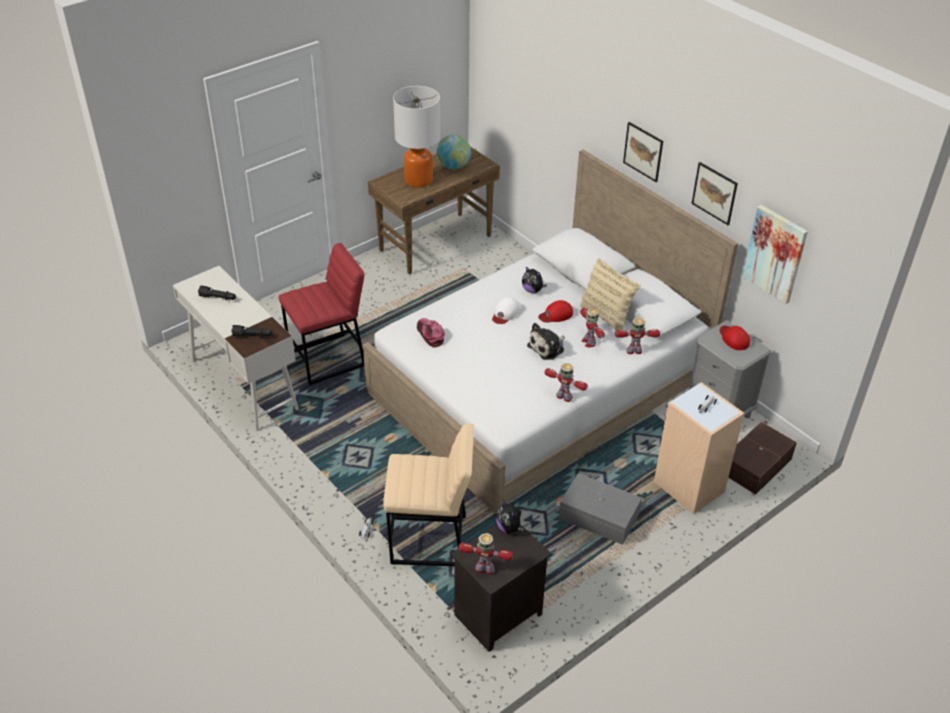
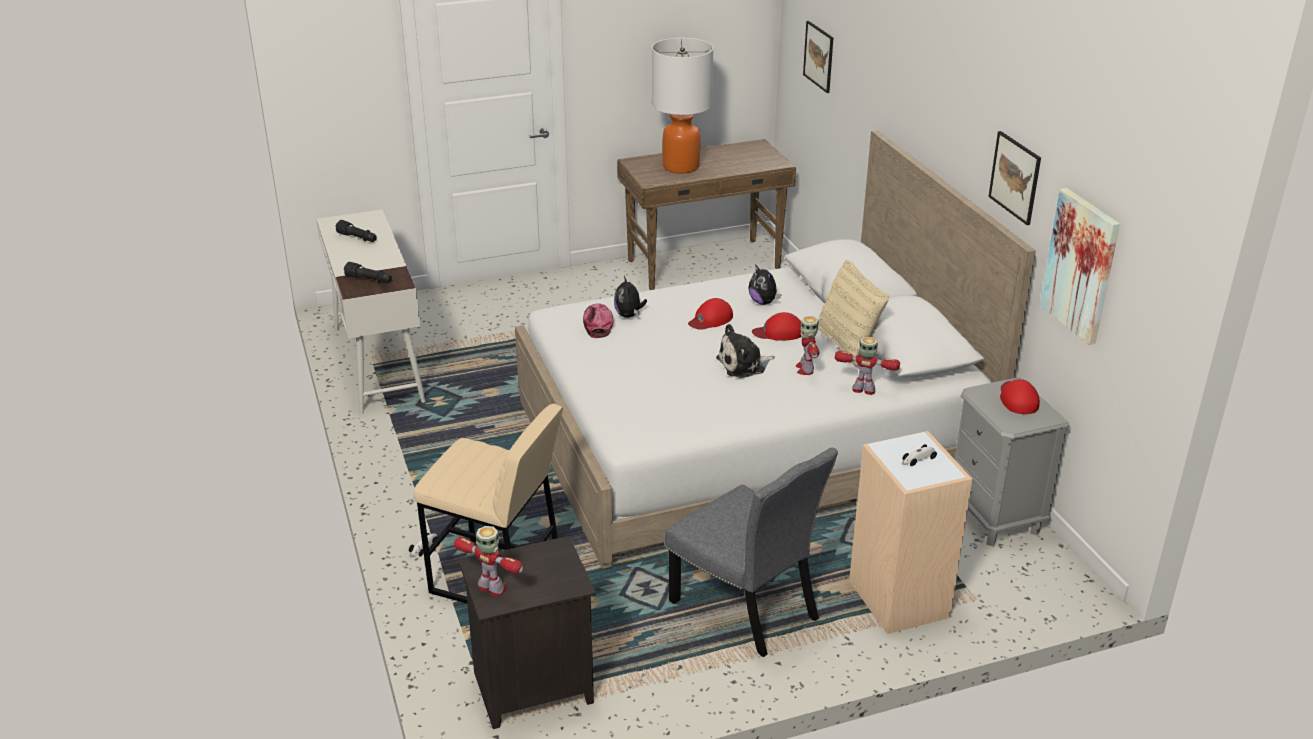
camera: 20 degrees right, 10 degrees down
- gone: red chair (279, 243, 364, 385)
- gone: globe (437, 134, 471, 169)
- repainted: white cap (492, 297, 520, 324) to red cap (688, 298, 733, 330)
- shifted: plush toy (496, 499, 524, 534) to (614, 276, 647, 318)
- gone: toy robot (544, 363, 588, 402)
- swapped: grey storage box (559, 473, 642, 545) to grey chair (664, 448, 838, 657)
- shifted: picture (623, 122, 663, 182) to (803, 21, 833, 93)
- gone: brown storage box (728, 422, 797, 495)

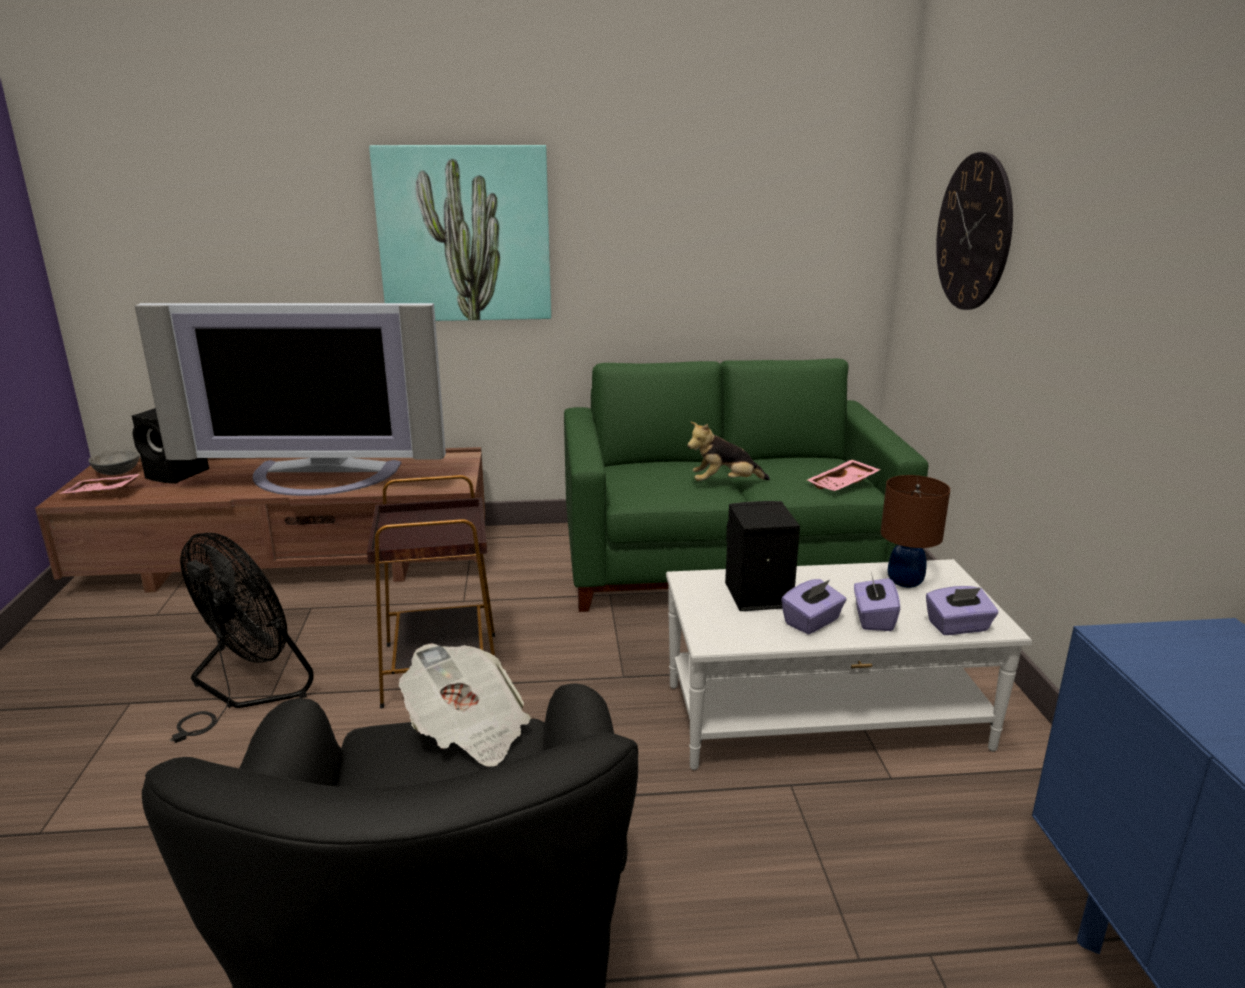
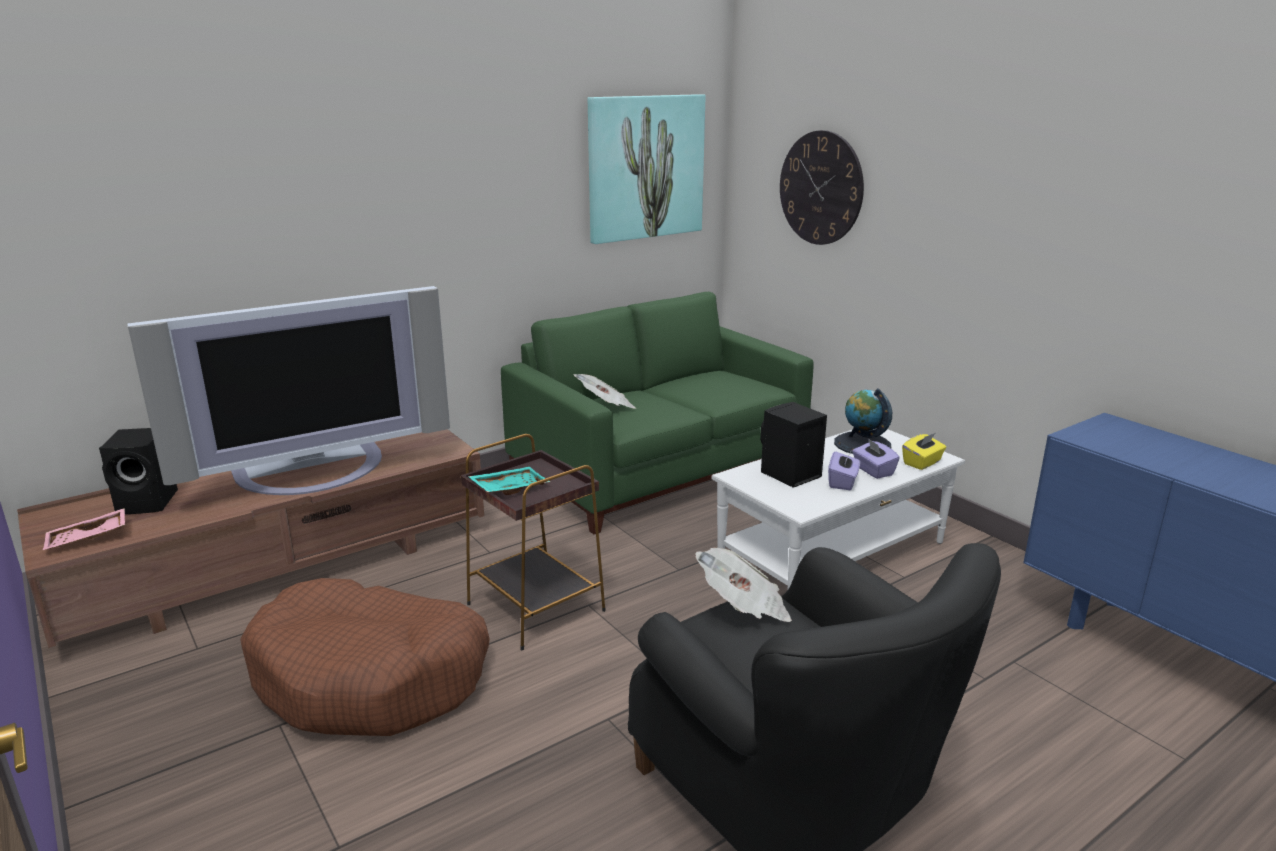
camera: 30 degrees left, 0 degrees up
- gone: grey bowl (89, 449, 140, 475)
- swapped: black fan (169, 533, 314, 743) to brown dog bed (240, 578, 490, 736)
- shifted: picture (369, 145, 551, 321) to (588, 94, 706, 244)
- gone: plush toy (687, 421, 770, 481)
- gone: pink tray (807, 459, 880, 491)
- swapped: brown table lamp (881, 475, 950, 588) to globe (834, 388, 892, 454)
- repainted: purple tissue box (926, 586, 998, 635) to yellow tissue box (902, 433, 946, 470)
- new: turquoise tray (468, 467, 550, 495)
- new: newspaper (573, 374, 636, 409)

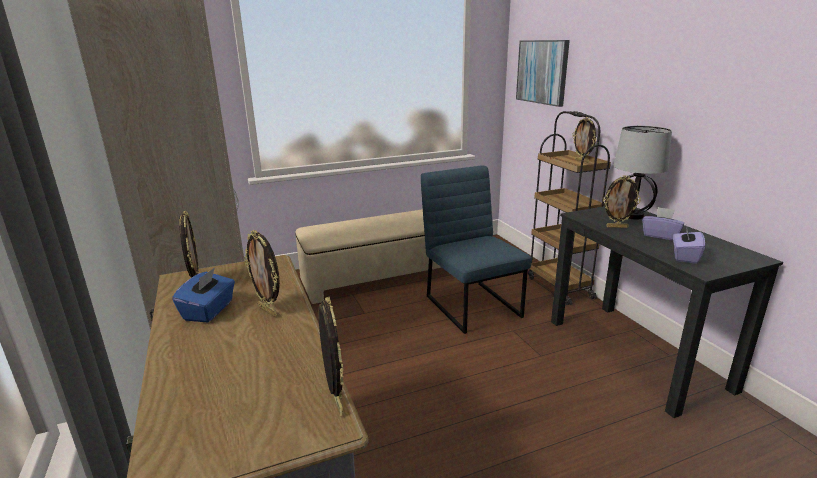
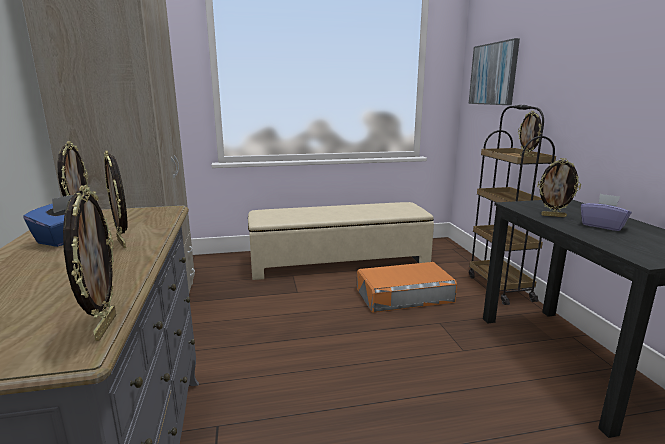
camera: 10 degrees right, 5 degrees down
- swapped: blue chair (421, 165, 532, 334) to orange storage box (357, 262, 457, 313)
- gone: table lamp (613, 126, 672, 220)
- gone: purple tissue box (673, 224, 705, 264)

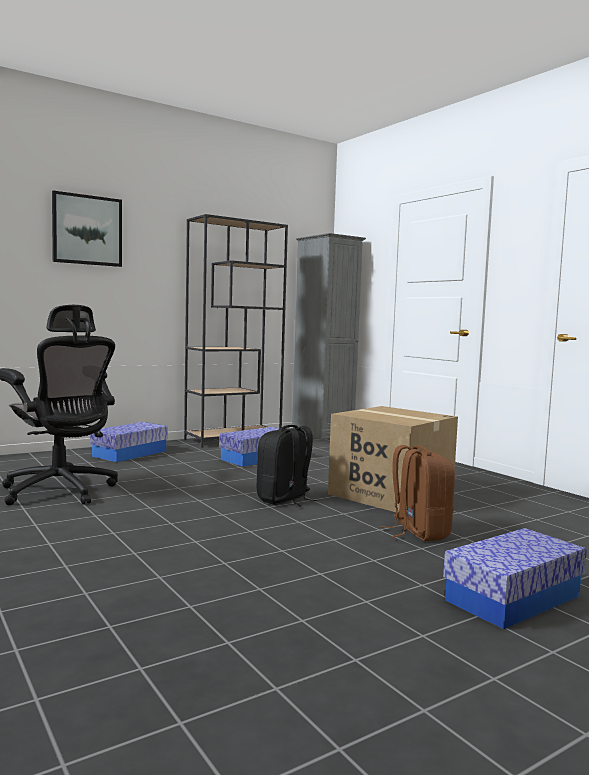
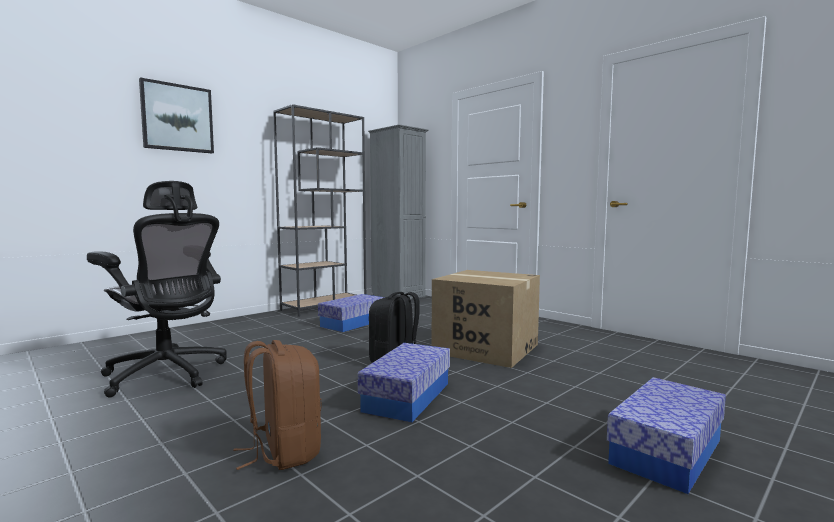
camera: 10 degrees left, 0 degrees up
- shifted: storage box (90, 422, 168, 462) to (358, 343, 450, 422)
- shifted: brown backpack (380, 445, 455, 541) to (233, 340, 322, 470)

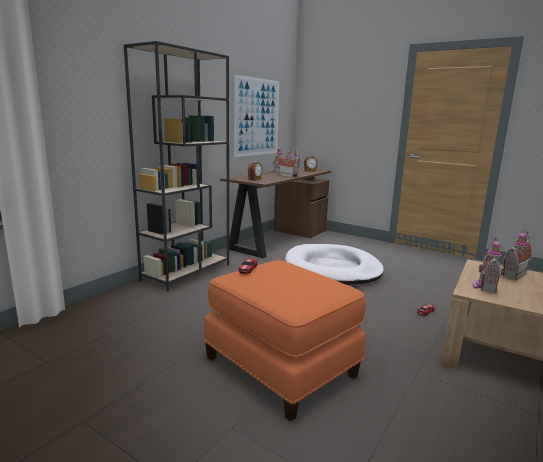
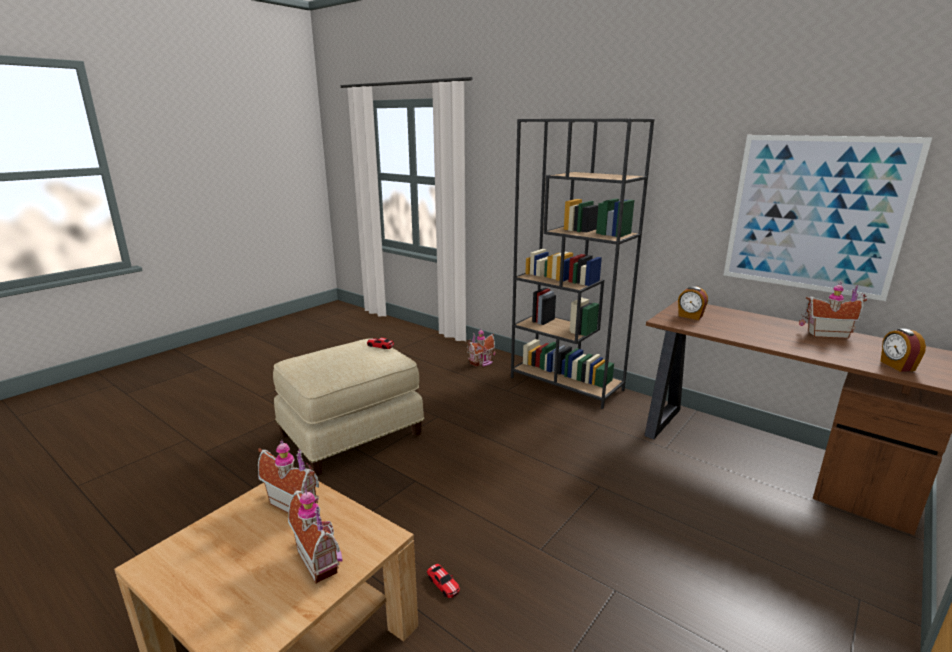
camera: 95 degrees right, 5 degrees up
- repainted: orange ottoman (204, 260, 366, 422) to beige ottoman (273, 338, 424, 476)
- shifted: toy house (278, 149, 300, 178) to (467, 329, 496, 367)
- gone: white dog bed (285, 244, 384, 285)

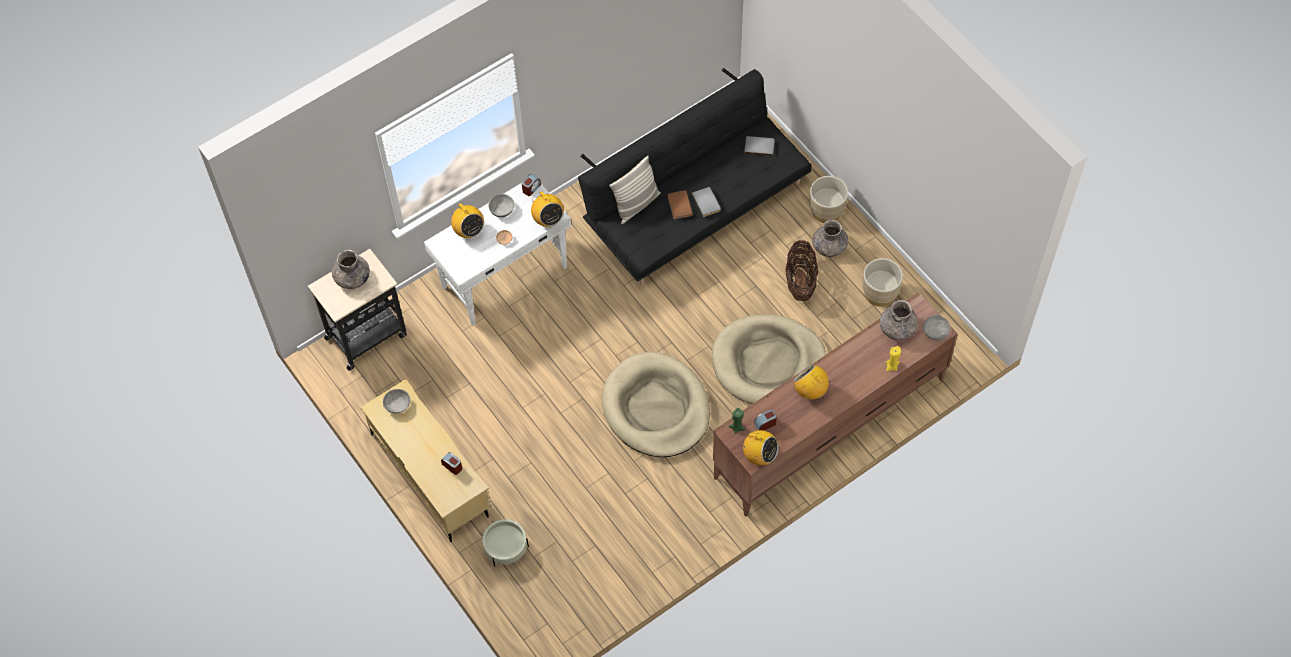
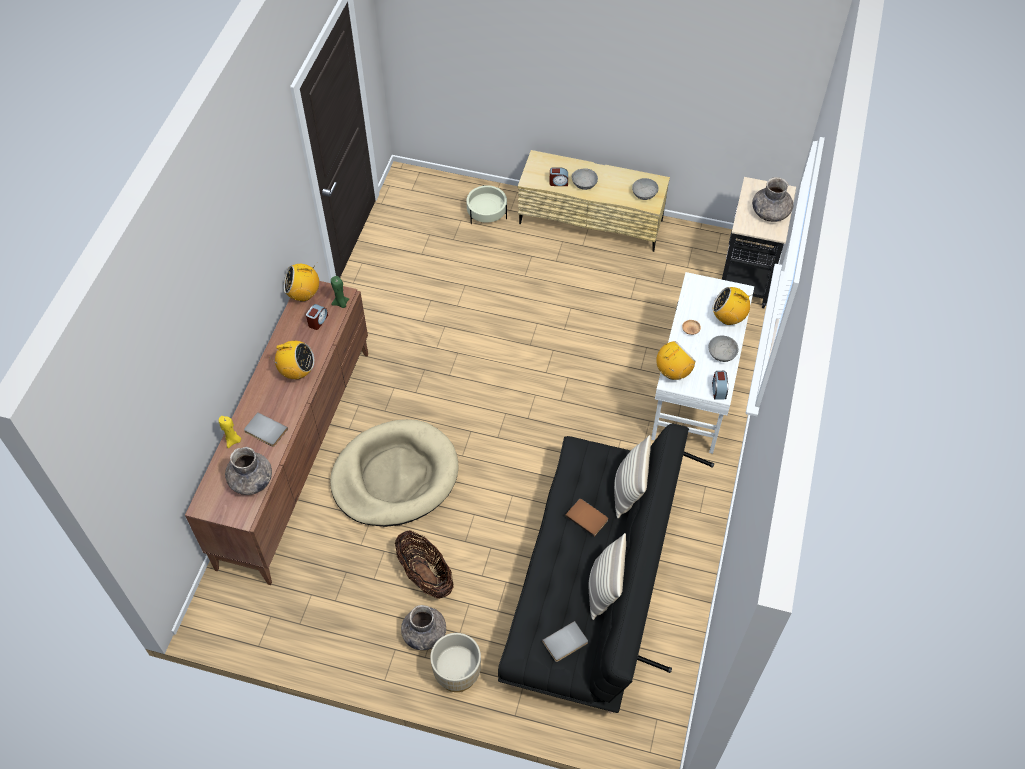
camera: 140 degrees right, 5 degrees down
- rotated: radio (530, 192, 564, 227) = (656, 341, 695, 380) 120 degrees clockwise
- gone: beige dog bed (602, 352, 710, 457)
- shifted: grey book (692, 187, 721, 217) to (244, 412, 288, 447)
- gone: beige planter (863, 258, 903, 307)
- shifted: grey bowl (923, 315, 950, 340) to (572, 168, 598, 190)
- new: pillow (589, 533, 626, 620)

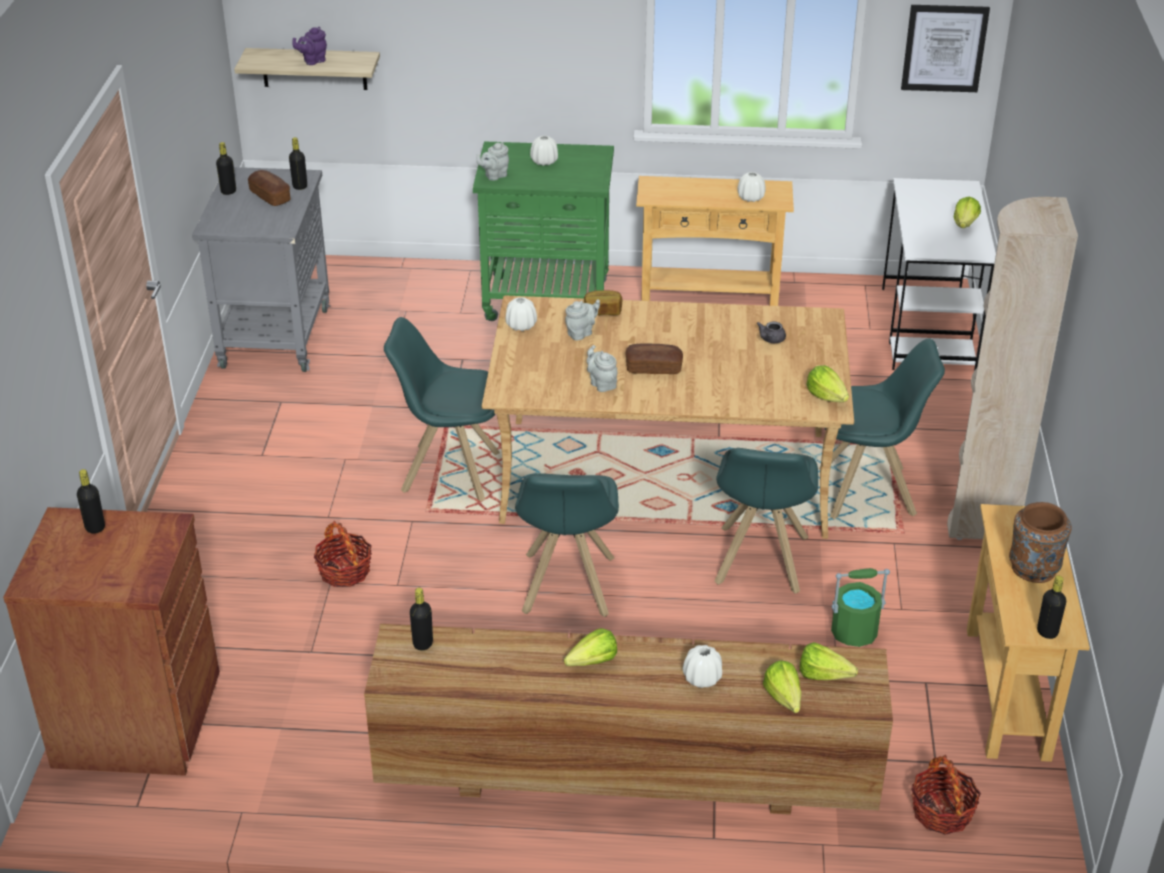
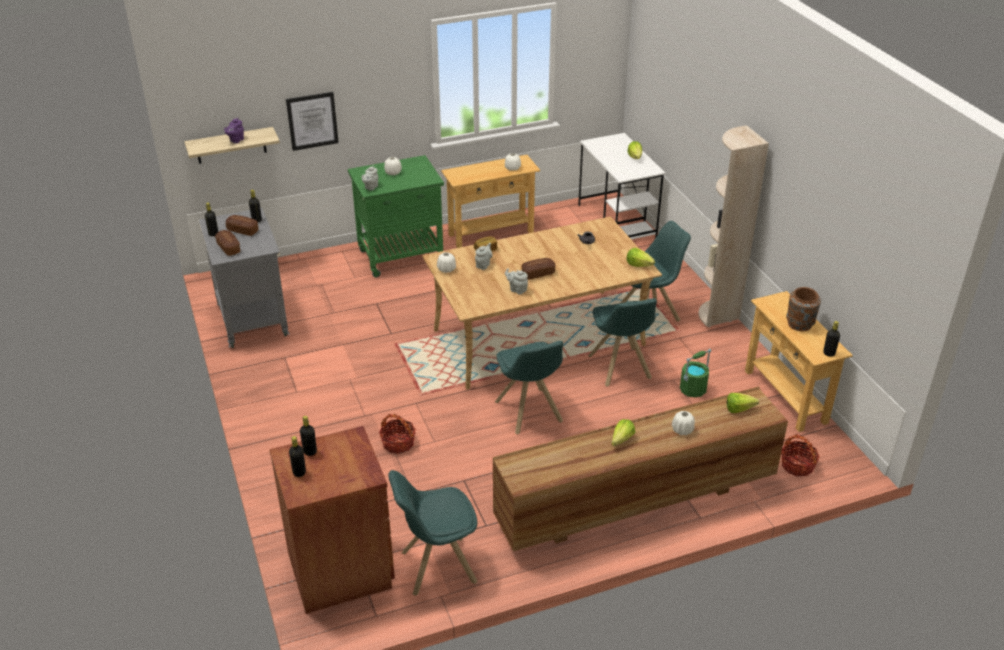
camera: 25 degrees left, 0 degrees up
- shifted: turquoise chair (384, 317, 500, 502) to (388, 470, 477, 596)
- shifted: black bottle (410, 588, 433, 650) to (289, 436, 306, 477)
- gone: lettuce (763, 660, 801, 713)
- shifted: picture (901, 5, 990, 92) to (286, 92, 339, 151)
- new: bread (215, 230, 240, 256)

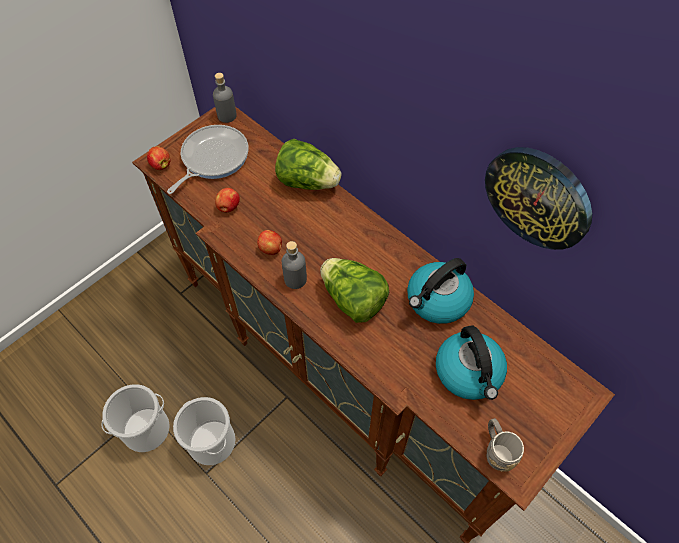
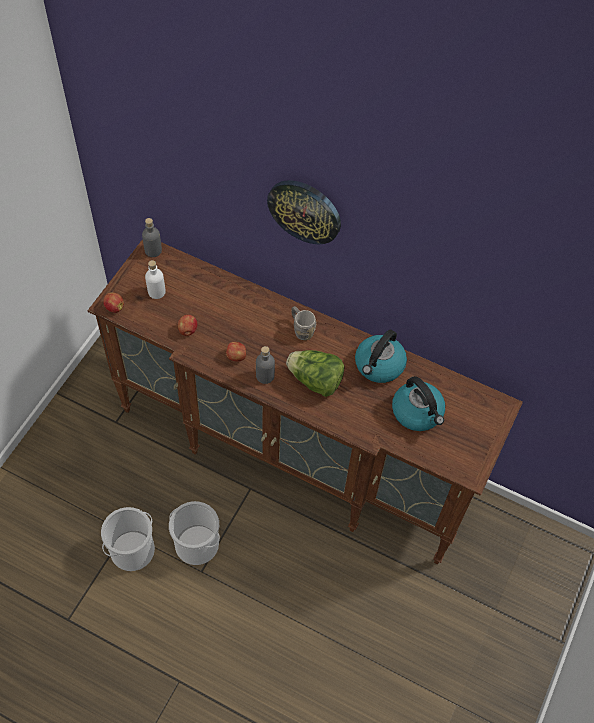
camera: 20 degrees left, 0 degrees up
- swapped: frying pan (167, 125, 249, 194) to white bottle (145, 260, 166, 299)
- gone: lettuce (275, 139, 342, 190)
- shifted: wall clock (485, 147, 592, 250) to (267, 180, 341, 245)
- shifted: grey mug (487, 418, 524, 472) to (291, 306, 316, 340)

